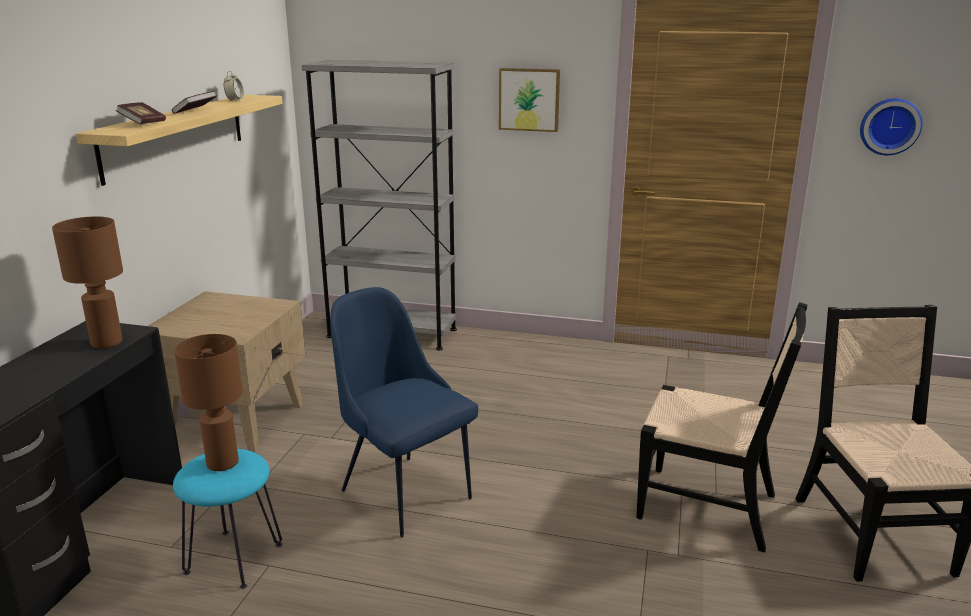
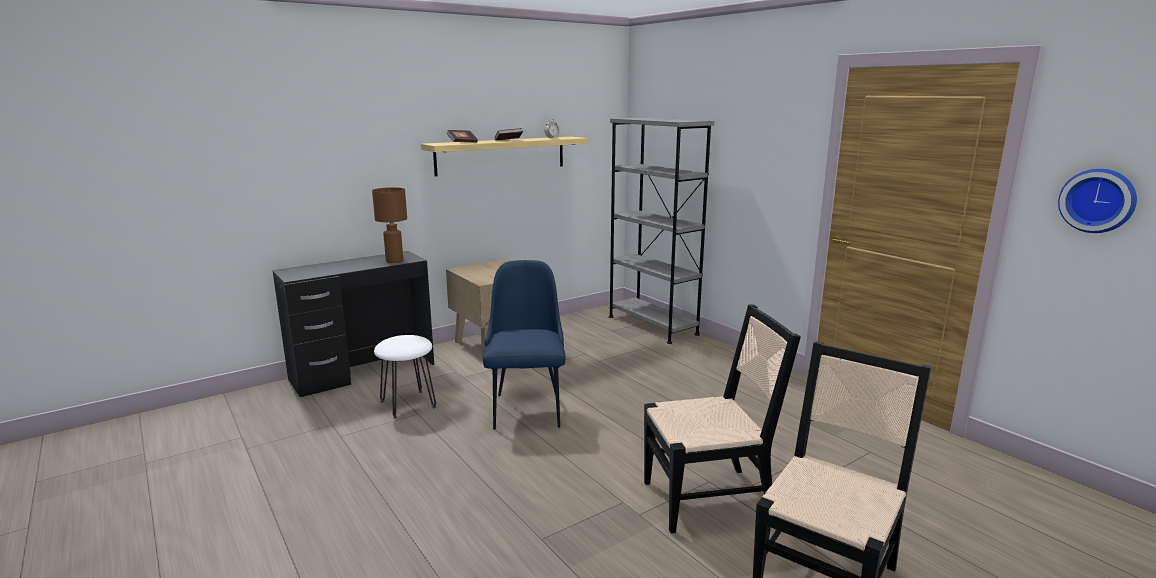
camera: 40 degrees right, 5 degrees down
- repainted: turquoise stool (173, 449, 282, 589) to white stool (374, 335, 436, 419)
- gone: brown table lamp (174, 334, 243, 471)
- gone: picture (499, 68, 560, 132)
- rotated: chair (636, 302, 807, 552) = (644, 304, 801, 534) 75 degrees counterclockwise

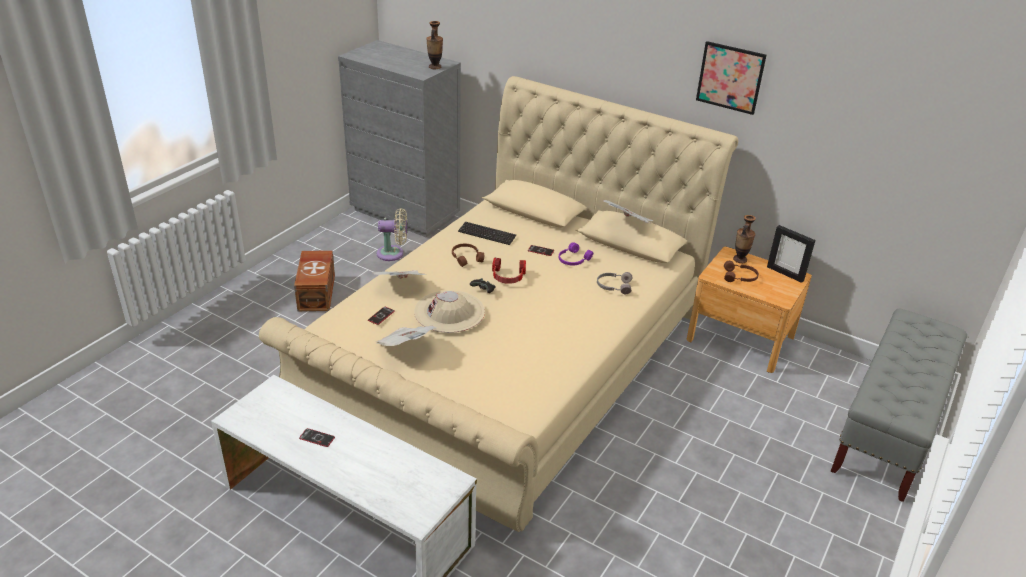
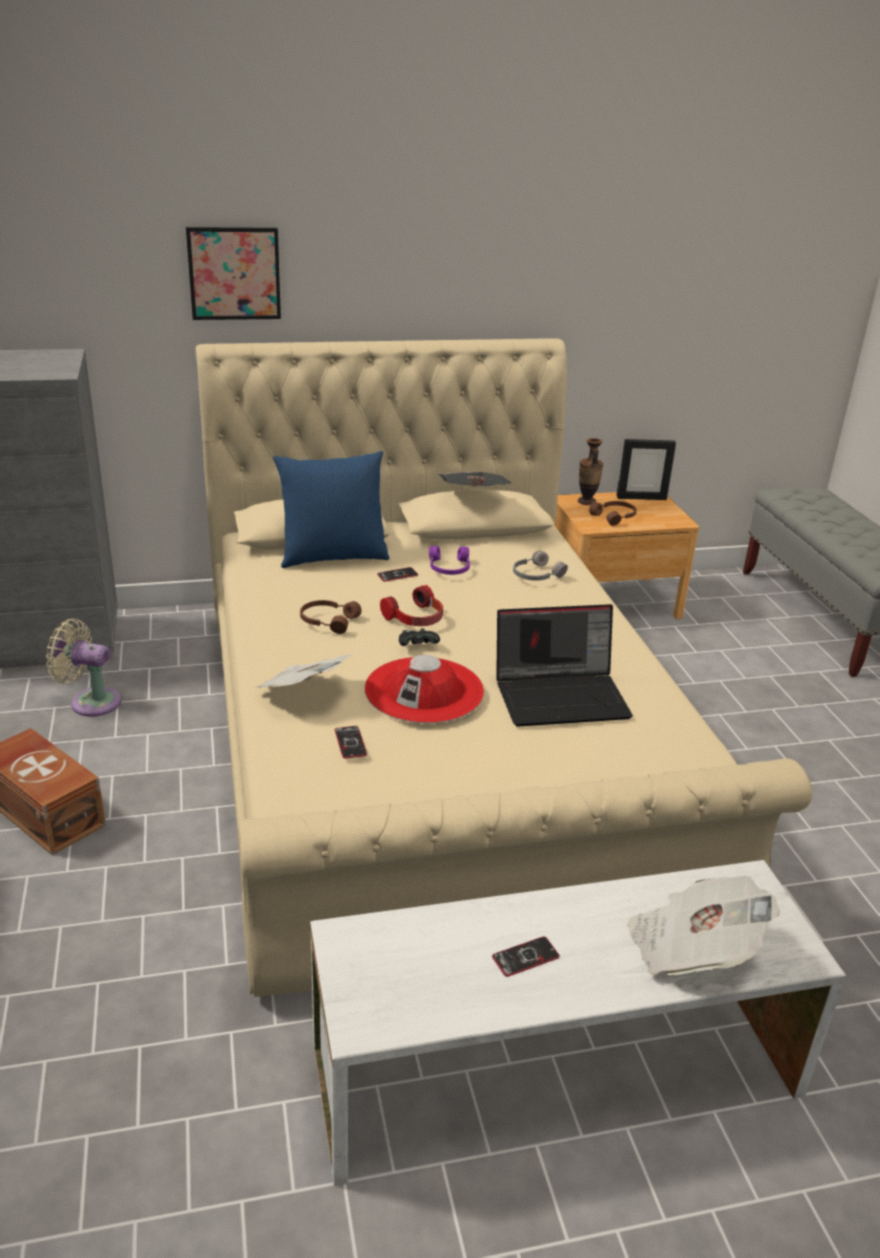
camera: 45 degrees left, 5 degrees down
- rotated: beige fan (376, 208, 407, 261) = (46, 619, 121, 717) 120 degrees counterclockwise
- shifted: newspaper (376, 326, 436, 346) to (627, 876, 779, 975)
- repainted: beige hat (414, 290, 485, 333) to red hat (365, 655, 484, 723)
- gone: vase (426, 21, 443, 69)
- gone: keyboard (458, 222, 516, 245)
- shifted: picture (696, 41, 766, 115) to (186, 227, 281, 320)
- new: blue pillow (273, 451, 390, 568)
- new: laptop (496, 604, 633, 727)

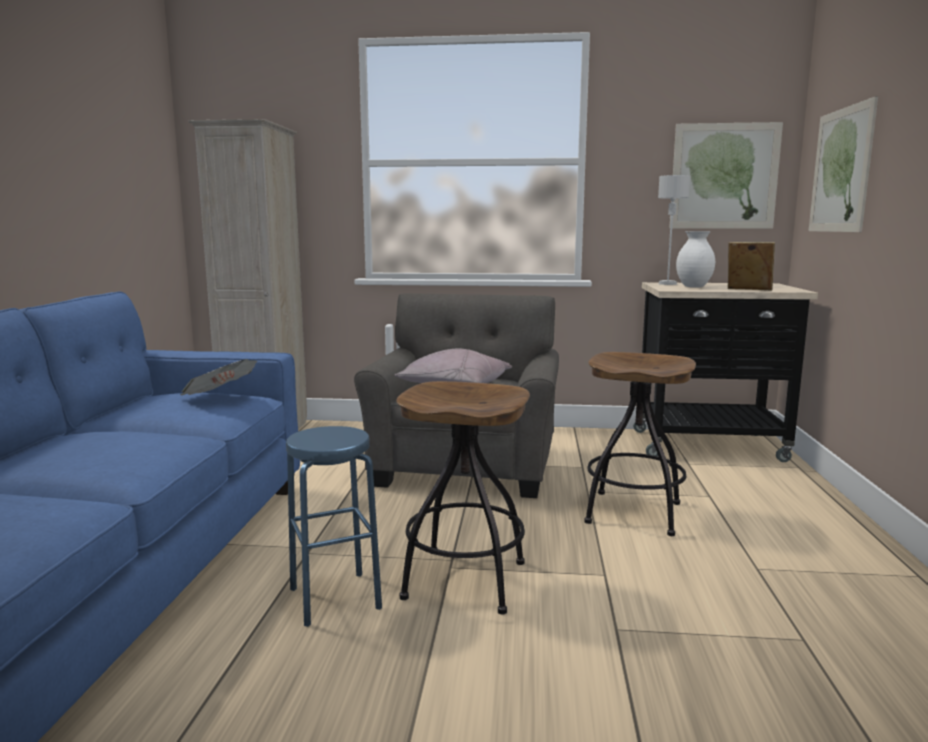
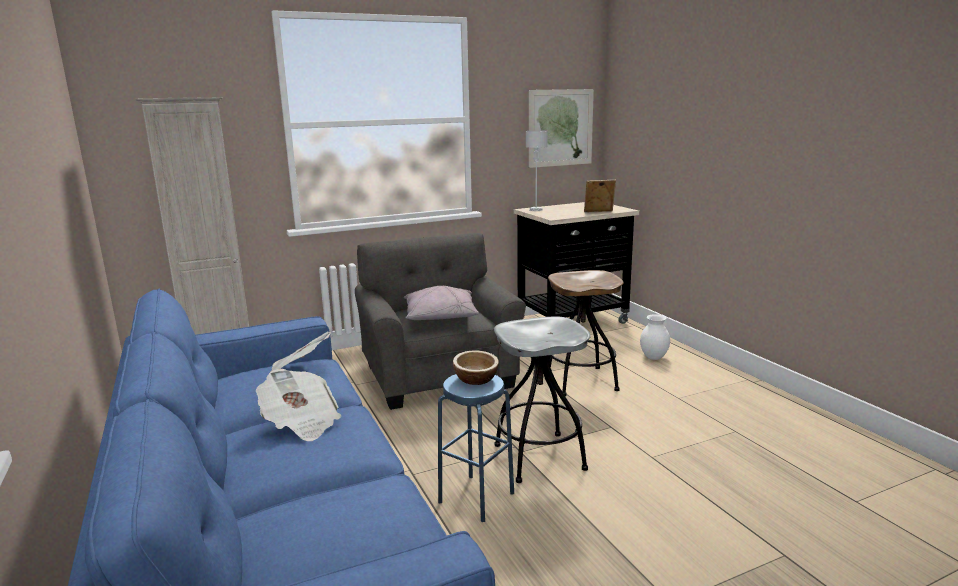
camera: 30 degrees left, 5 degrees up
- repainted: brown stool (396, 381, 530, 615) to grey stool (494, 317, 591, 483)
- shifted: white vase (676, 231, 715, 288) to (640, 314, 670, 360)
- gone: picture (809, 96, 878, 232)
- new: newspaper (256, 369, 341, 441)
- new: bowl (453, 350, 499, 385)

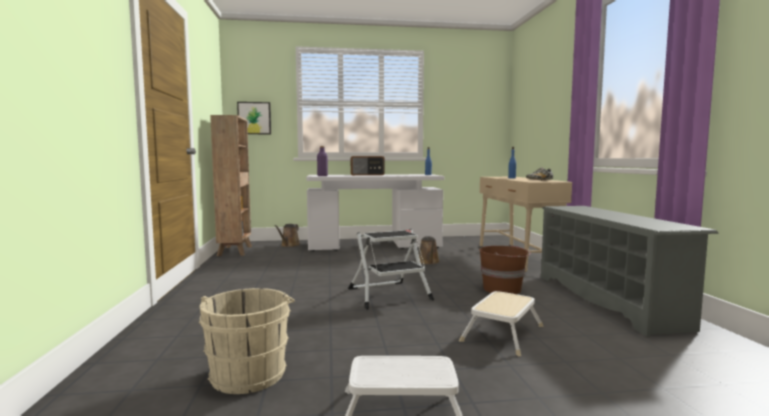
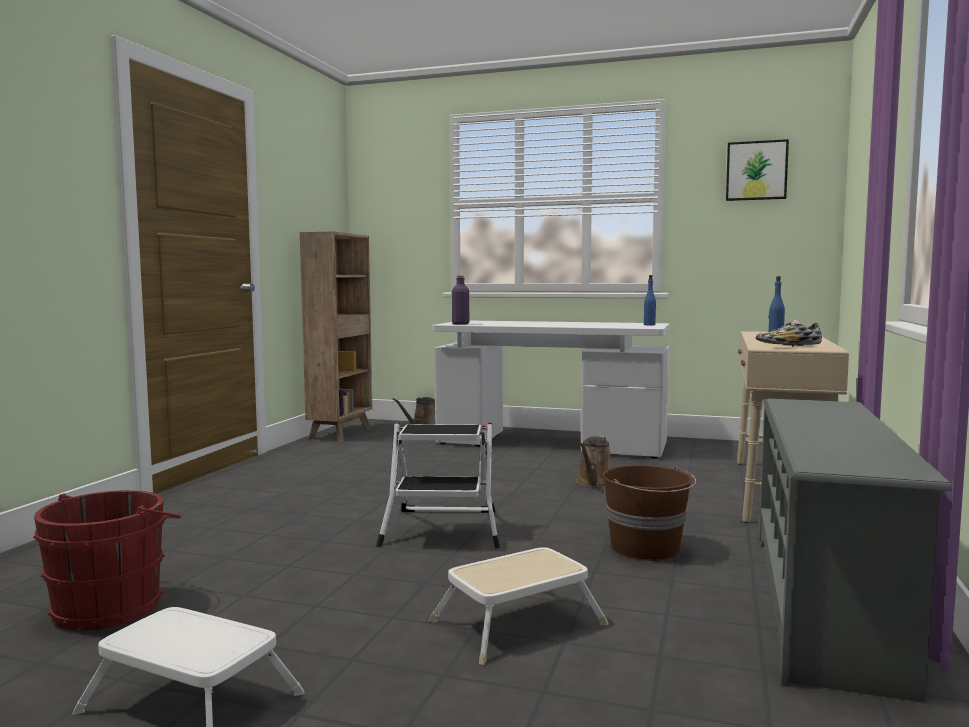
camera: 25 degrees right, 0 degrees up
- repainted: beige bucket (199, 288, 295, 394) to red bucket (33, 490, 181, 630)
- shifted: picture (237, 102, 271, 134) to (726, 139, 789, 201)
- gone: radio (351, 156, 384, 175)

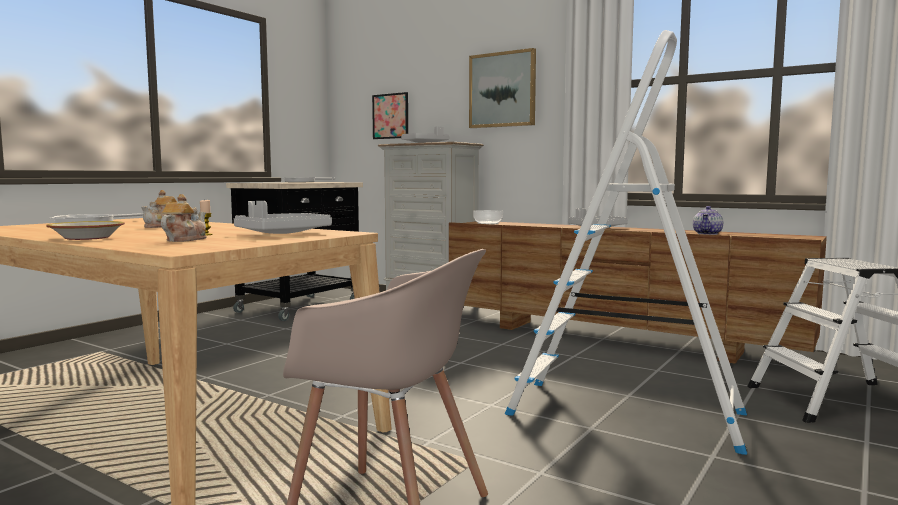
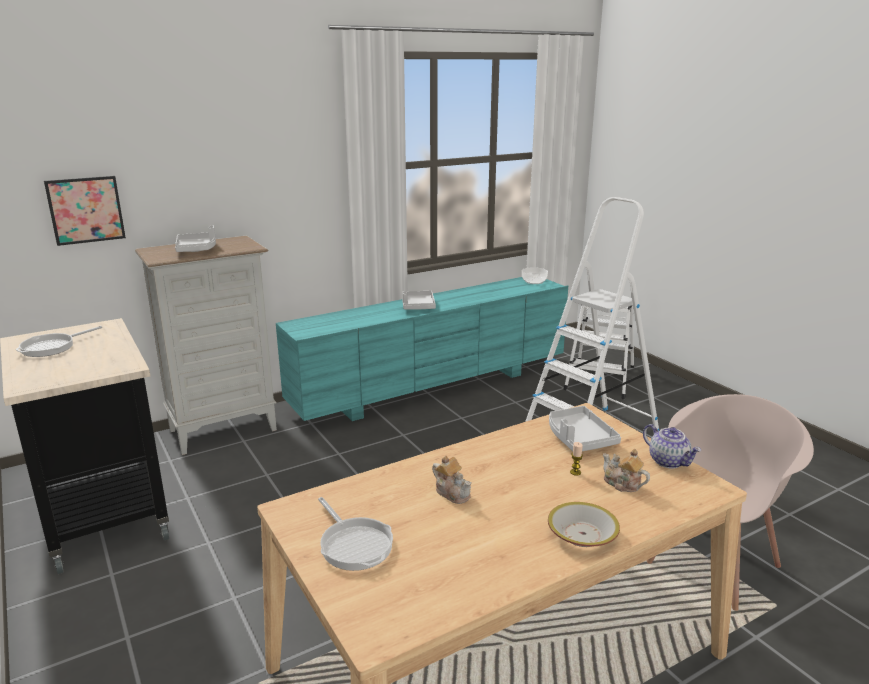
camera: 65 degrees left, 15 degrees up
- repainted: brown cabinet (449, 221, 827, 363) to turquoise cabinet (276, 277, 568, 421)
- gone: picture (469, 48, 536, 128)
- shifted: bowl (473, 210, 503, 224) to (522, 267, 548, 284)
- shifted: teapot (693, 206, 723, 235) to (643, 424, 701, 469)

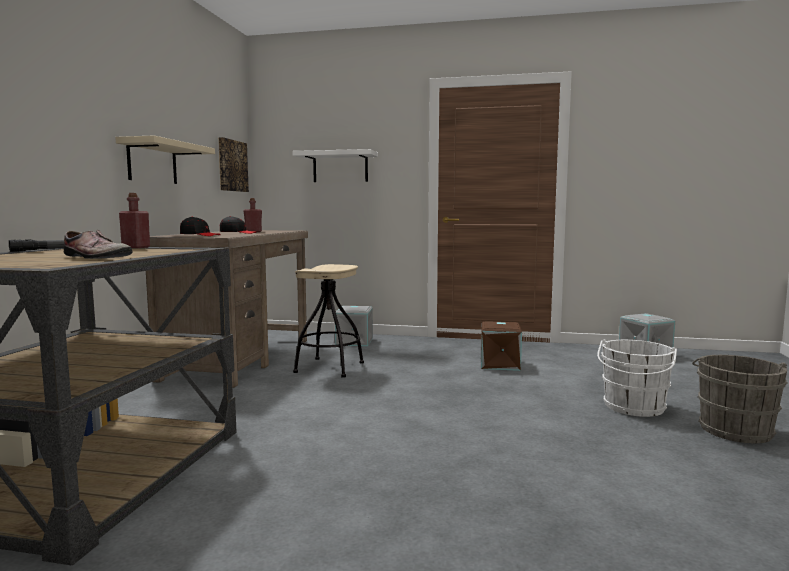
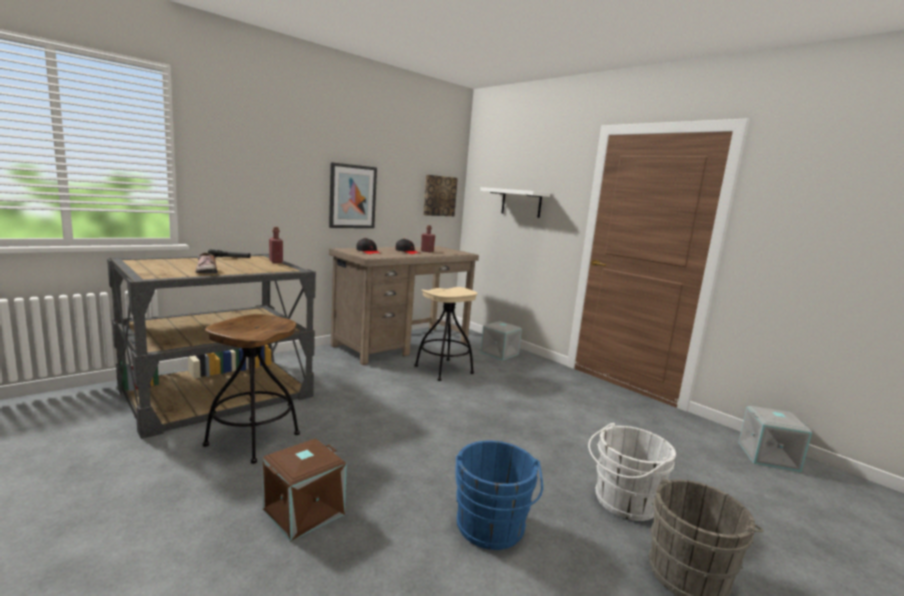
camera: 35 degrees right, 5 degrees up
- swapped: beige shelf (115, 136, 215, 184) to picture (329, 162, 377, 228)
- shifted: brown storage box (481, 321, 522, 371) to (262, 438, 347, 542)
- new: brown stool (203, 314, 300, 464)
- new: blue bucket (456, 441, 543, 550)

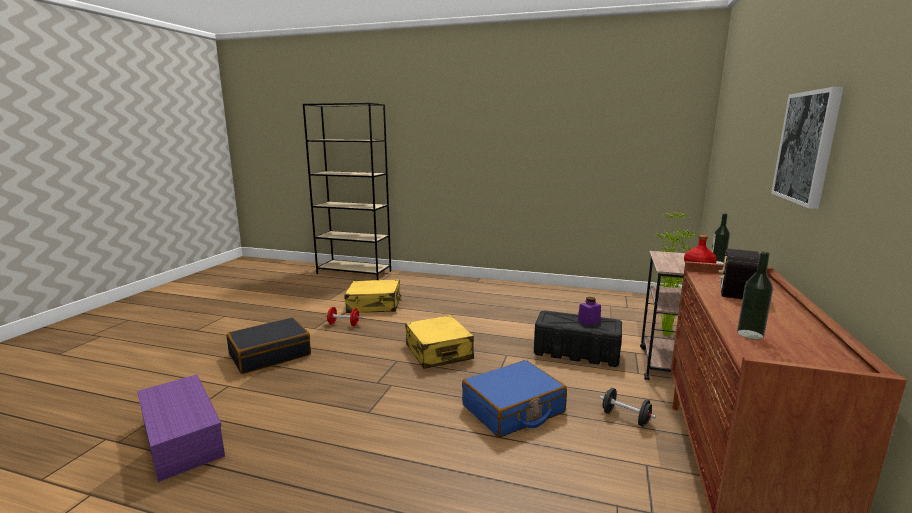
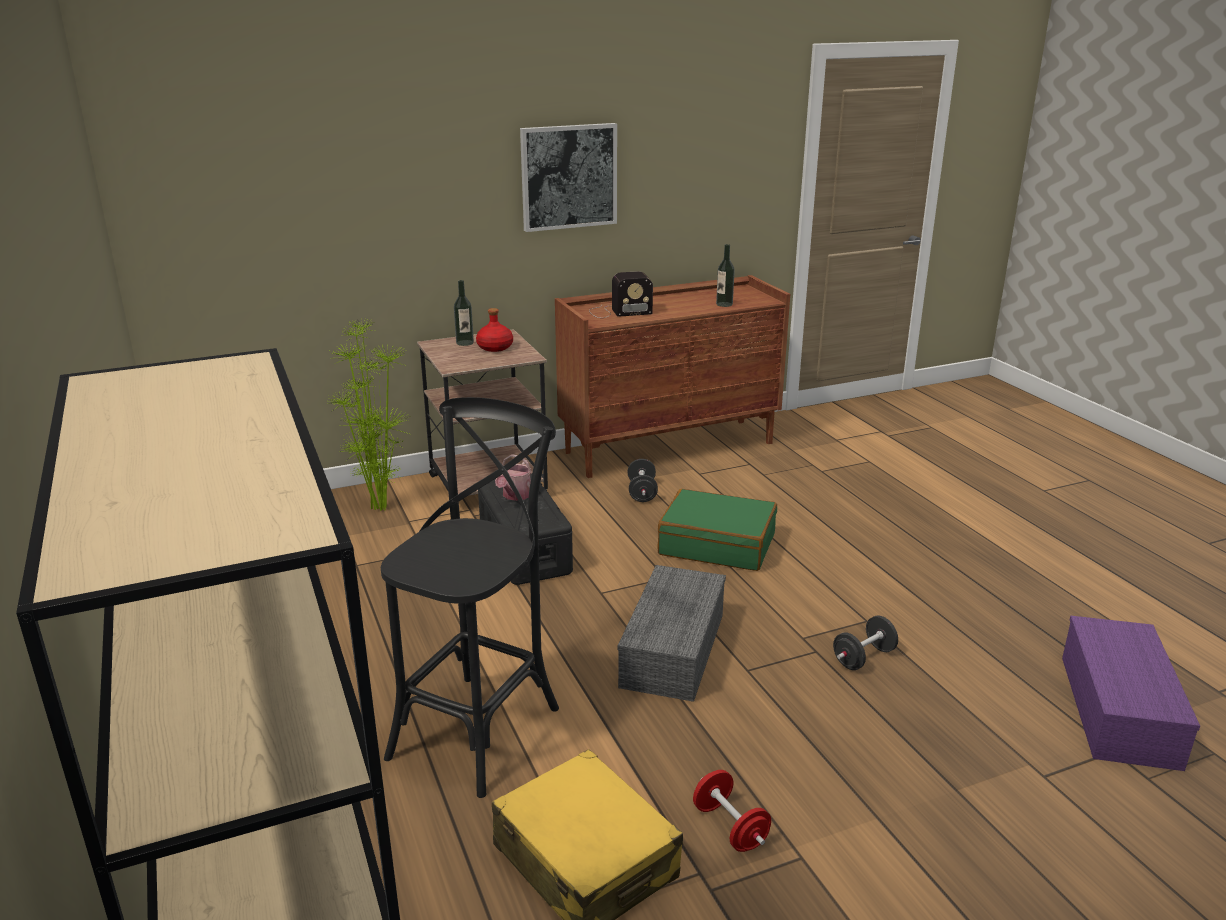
camera: 130 degrees left, 10 degrees up
- gone: black suitcase (226, 317, 311, 374)
- swapped: yellow suitcase (405, 315, 474, 369) to grey storage box (618, 565, 726, 702)
- repainted: blue suitcase (462, 360, 567, 438) to green suitcase (657, 489, 777, 571)
- swapped: purple jar (578, 297, 601, 326) to watering can (495, 454, 532, 501)
- new: black stool (381, 397, 559, 798)
- new: black dumbbell (833, 616, 898, 670)

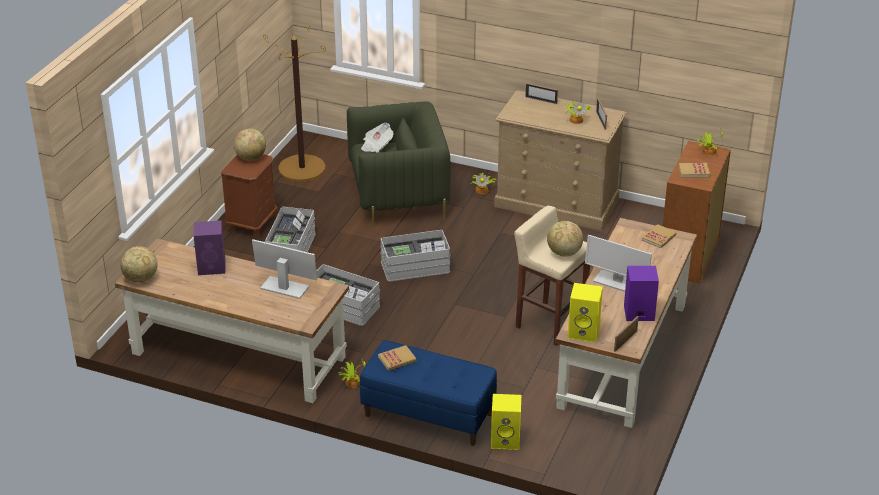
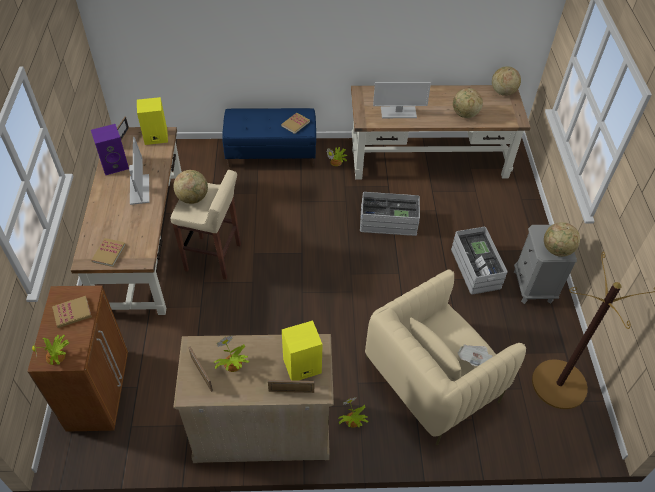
camera: 155 degrees right, 15 degrees up
- swapped: purple speaker (194, 220, 225, 275) to globe (453, 88, 483, 118)
- repainted: brown nightstand (221, 154, 277, 238) to grey nightstand (514, 225, 577, 304)
- repainted: green armchair (347, 102, 450, 227) to beige armchair (365, 270, 526, 445)
- gone: grey storage box (381, 230, 450, 282)
- shifted: yellow speaker (491, 394, 521, 450) to (282, 321, 323, 381)
- rotated: monitor (585, 235, 652, 292) = (129, 137, 149, 205) 75 degrees clockwise

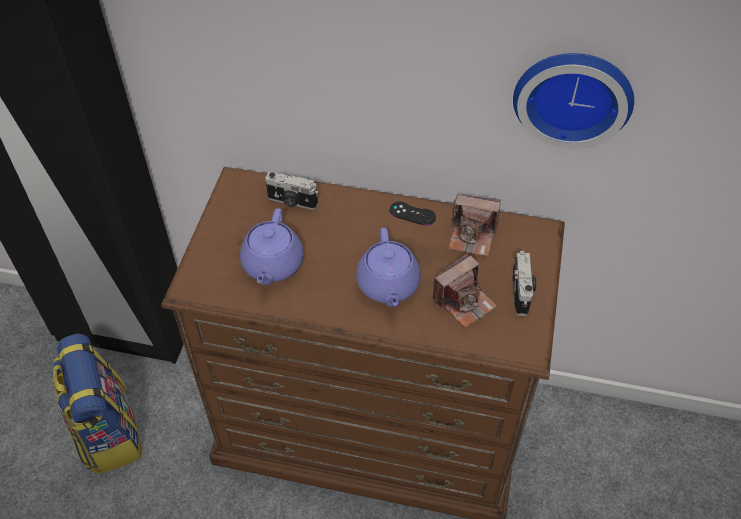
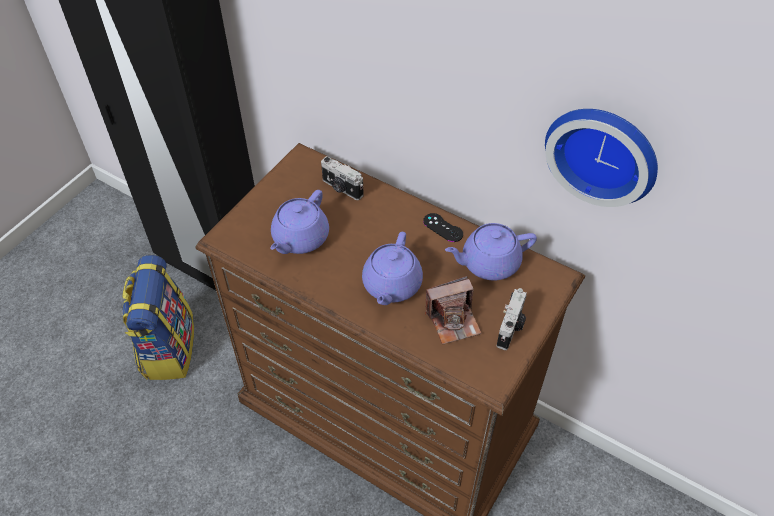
camera: 20 degrees right, 0 degrees up
- swapped: photo camera (448, 194, 501, 257) to purple teapot (445, 223, 537, 280)

